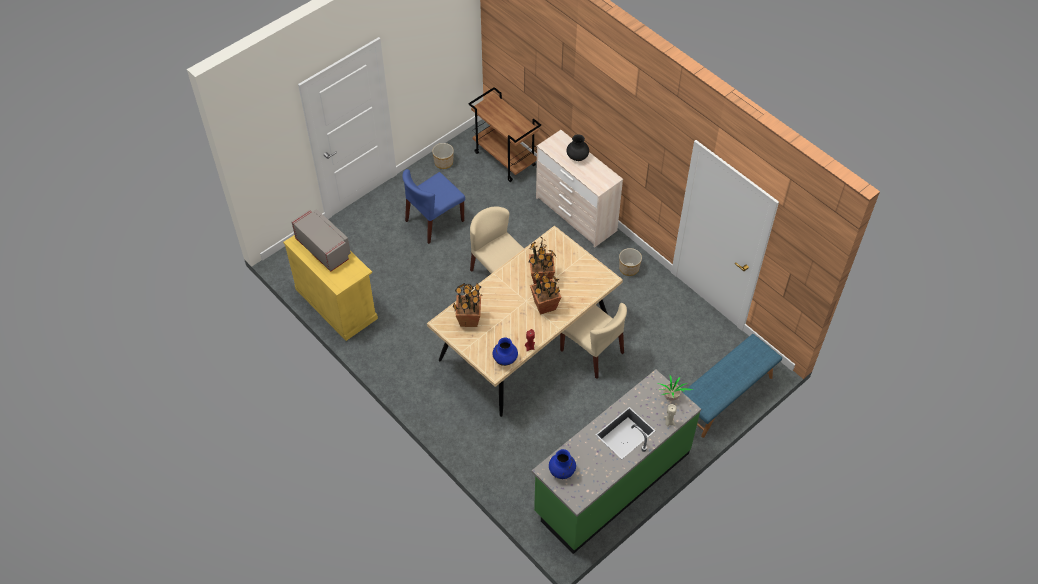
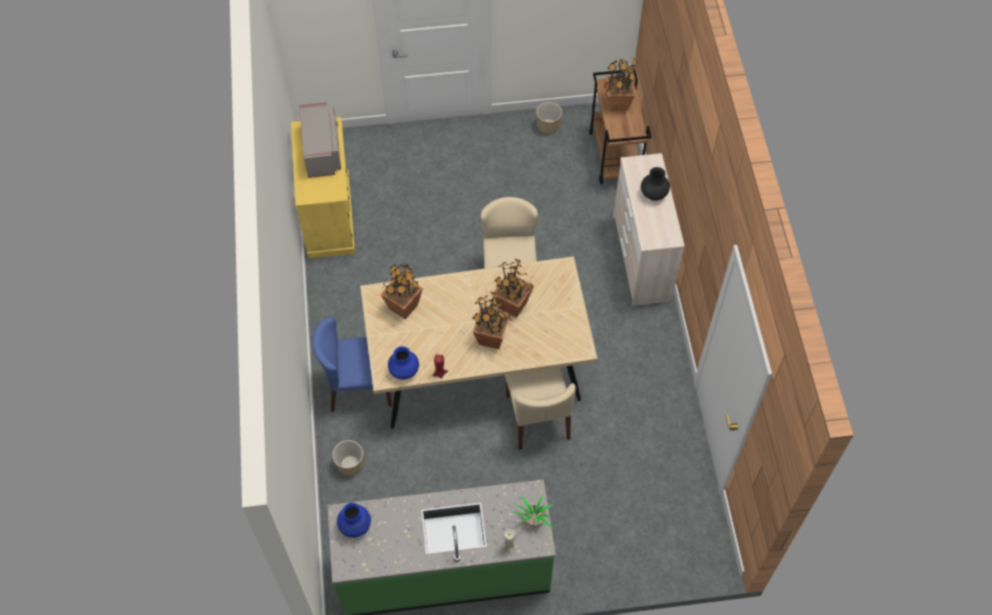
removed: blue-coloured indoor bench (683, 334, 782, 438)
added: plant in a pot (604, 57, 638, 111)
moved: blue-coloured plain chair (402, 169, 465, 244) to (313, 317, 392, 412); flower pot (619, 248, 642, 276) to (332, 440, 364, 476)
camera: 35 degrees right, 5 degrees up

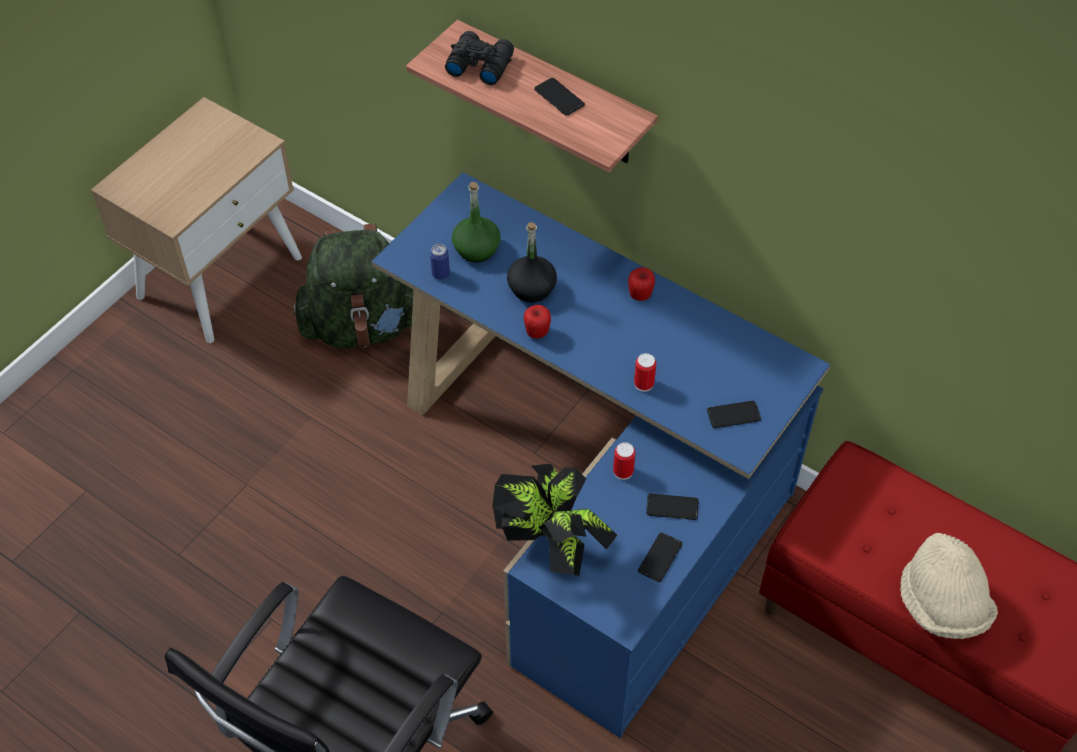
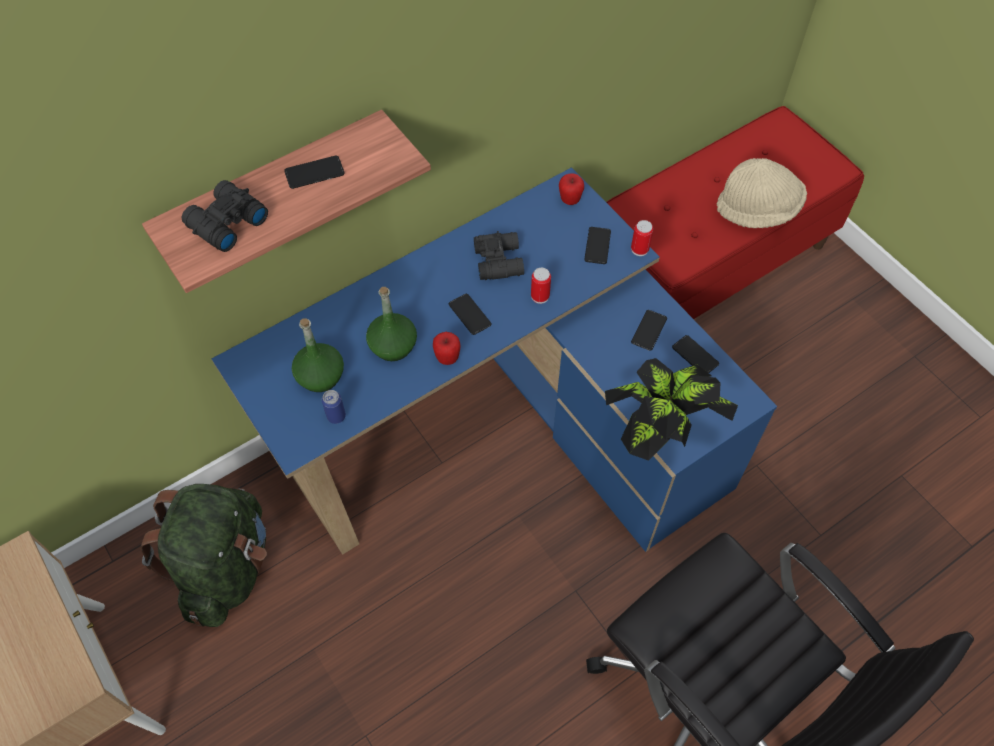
added: telephone (449, 294, 491, 335); black-coloured field glasses (474, 231, 524, 280)
moved: sealed can (613, 442, 635, 480) to (631, 220, 653, 256); apple (628, 267, 655, 301) to (559, 174, 584, 205)
recoloured: black-coloured beverage bottle (507, 222, 557, 303) to greenish beverage bottle (366, 287, 417, 361)
camera: 70 degrees left, 5 degrees up

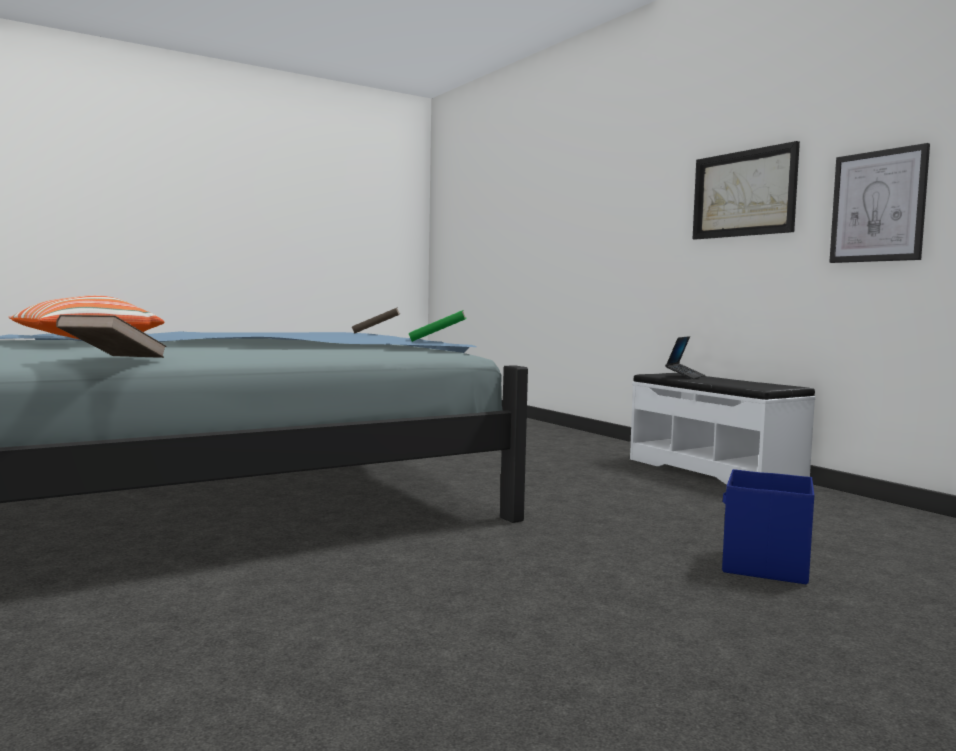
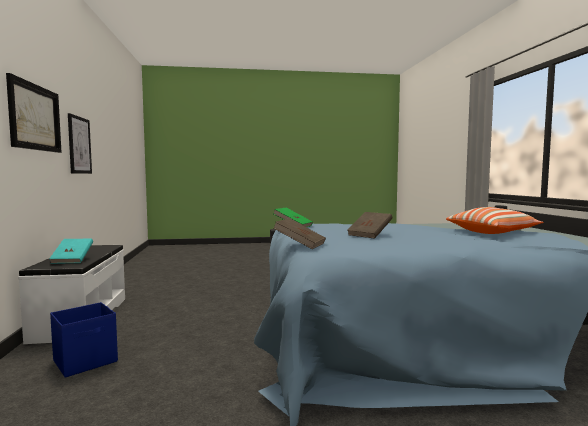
moved: brown-coloured bound book (56, 315, 167, 358) to (347, 212, 392, 239); blue-coloured storage container (722, 469, 814, 584) to (50, 302, 118, 378)
replaced: notebook computer (665, 336, 705, 379) to turquoise-coloured bound book (49, 239, 93, 264)
camera: 155 degrees left, 0 degrees up

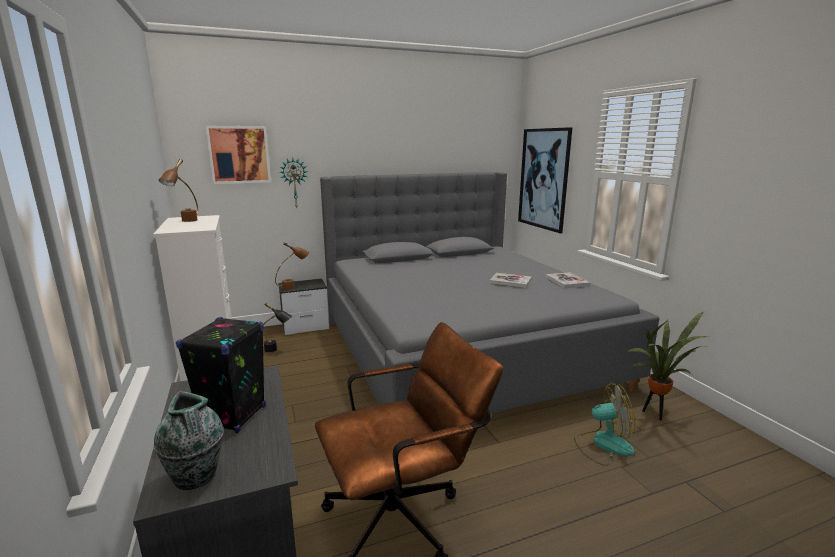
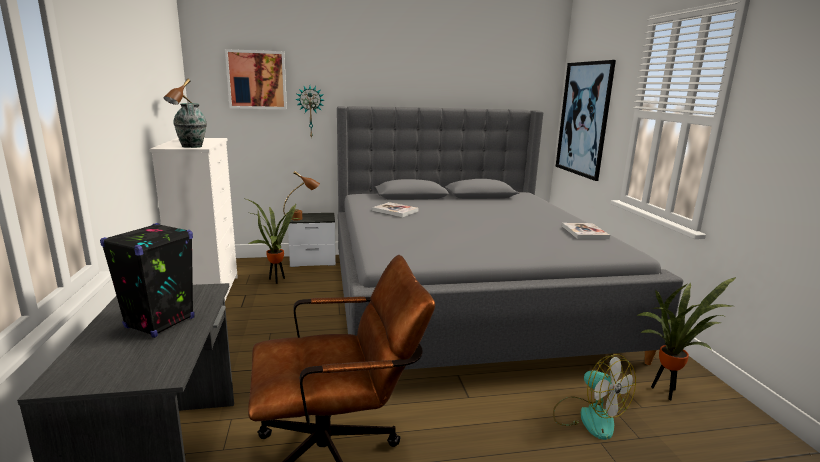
moved: flower vase (154, 391, 224, 490) to (173, 103, 207, 148); bound book (490, 273, 532, 288) to (372, 202, 418, 217)
replaced: black-coloured lamp for a table (263, 303, 292, 353) to plant in a pot (246, 199, 300, 284)
turned: cooling fan (574, 382, 635, 466) = (553, 354, 636, 440) 45 degrees clockwise
camera: 10 degrees right, 0 degrees up

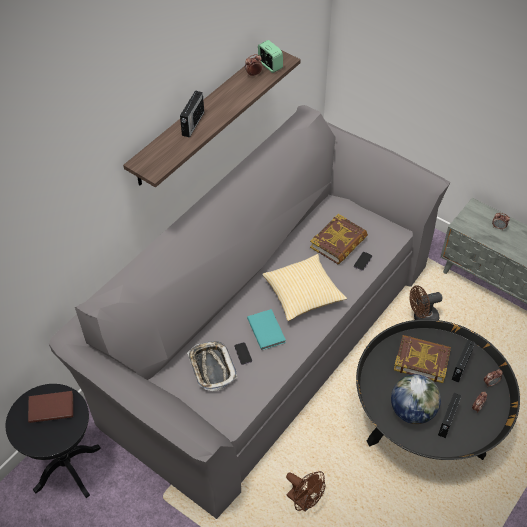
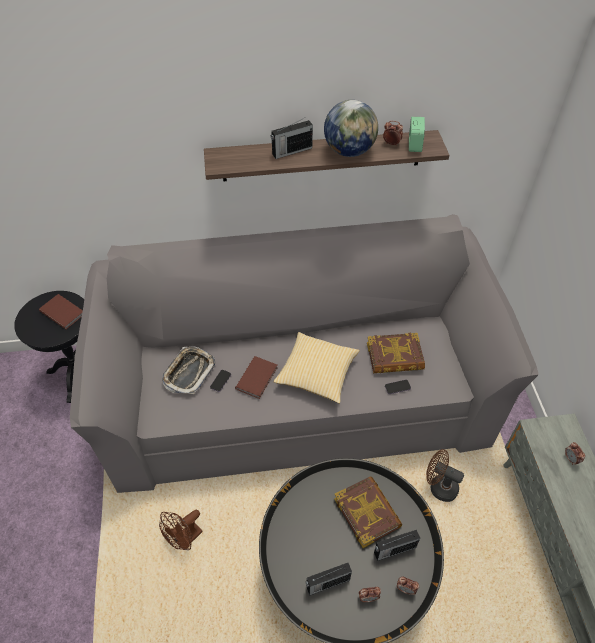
moved: desk globe (391, 374, 441, 424) to (324, 100, 378, 157)
recoloured: turquoise-coloured bound book (247, 309, 286, 350) to brown-coloured bound book (235, 356, 278, 399)
turned: brown-coloured cooling fan (286, 471, 325, 511) = (159, 510, 203, 550) 45 degrees clockwise
camera: 45 degrees right, 0 degrees up

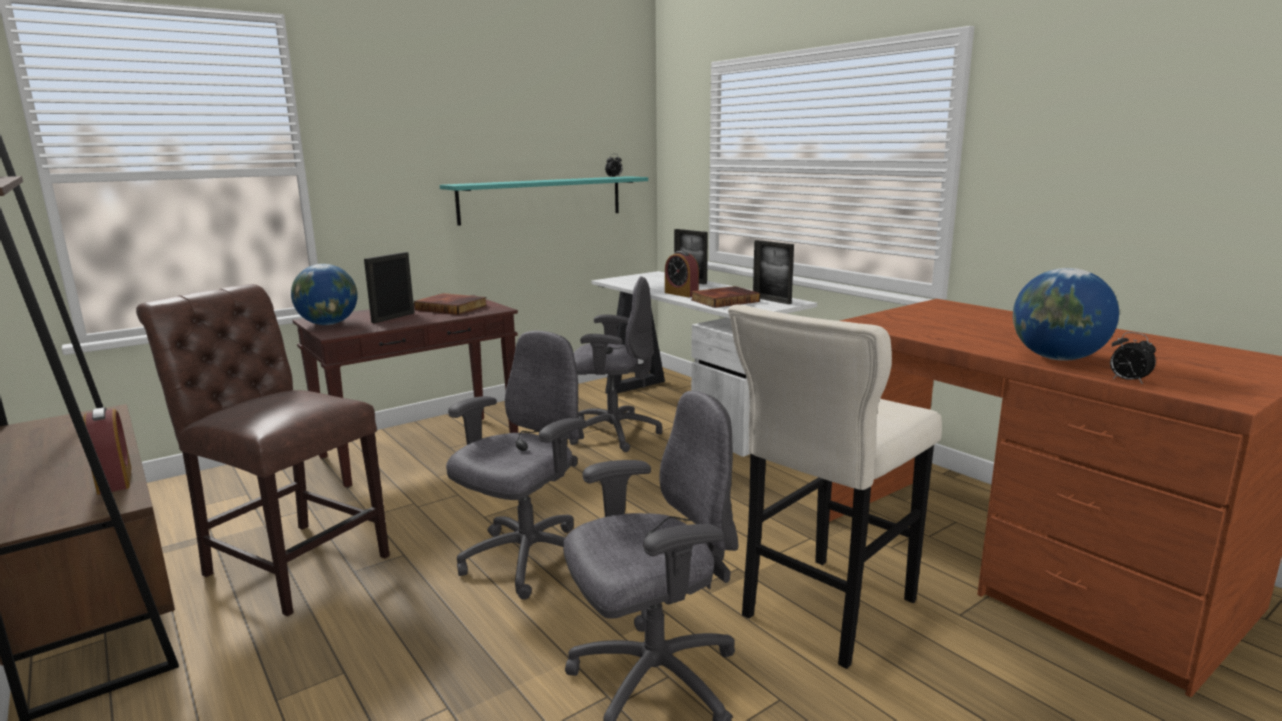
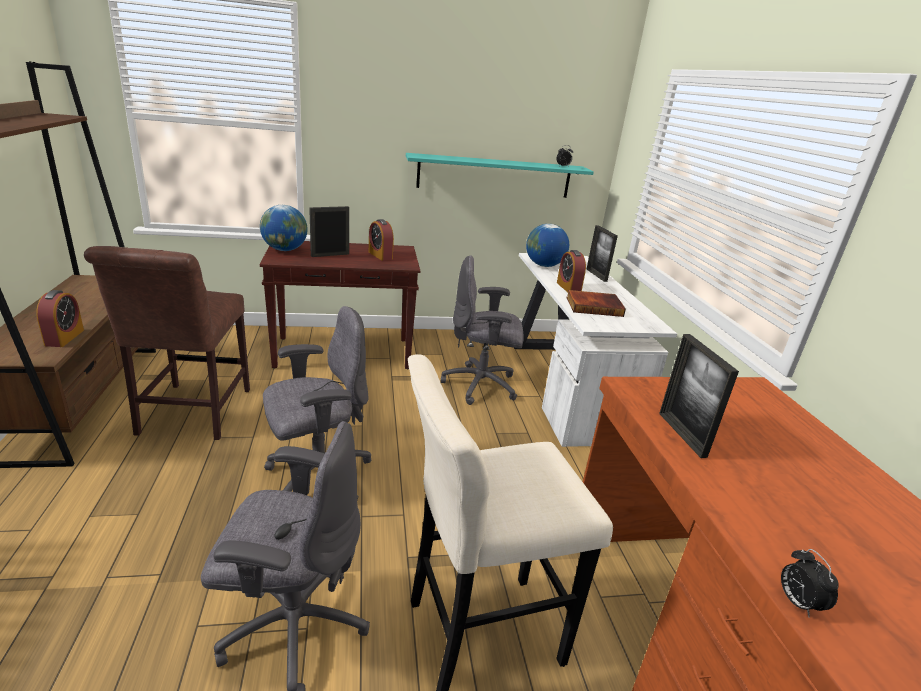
moved: standing frame (753, 240, 794, 304) to (659, 334, 739, 458); desk globe (1013, 268, 1119, 361) to (526, 224, 569, 267)
replaced: bound book (414, 293, 487, 315) to table clock (369, 219, 394, 261)
turned: brown-coloured plain chair (136, 284, 390, 616) = (84, 246, 250, 440) 150 degrees counterclockwise; grey computer chair (569, 276, 662, 452) = (441, 255, 524, 405) 150 degrees clockwise
camera: 25 degrees right, 10 degrees up

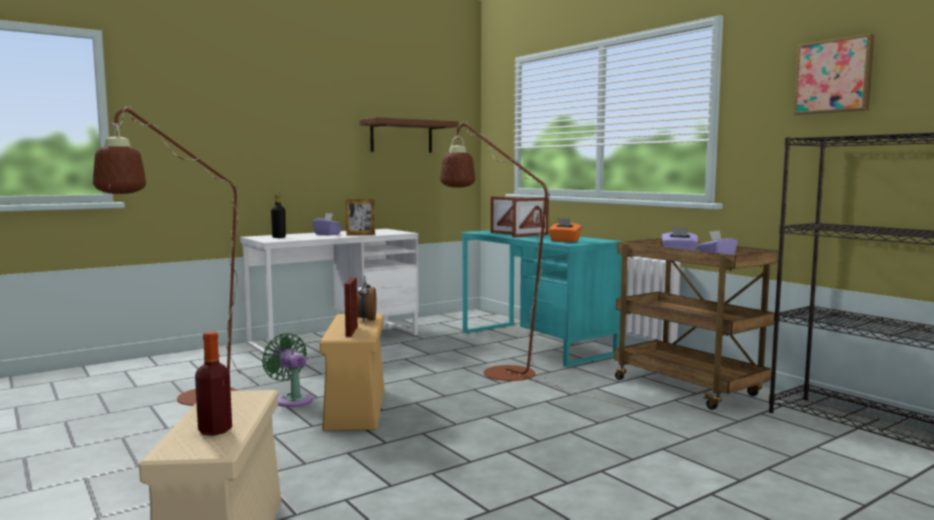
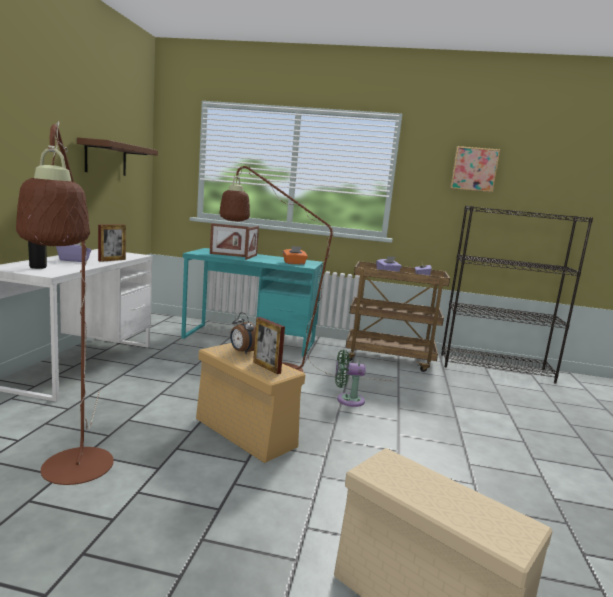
removed: beverage bottle (195, 331, 232, 436)
moved: greenish cooling fan (262, 333, 313, 407) to (335, 350, 366, 407)
camera: 45 degrees left, 5 degrees up

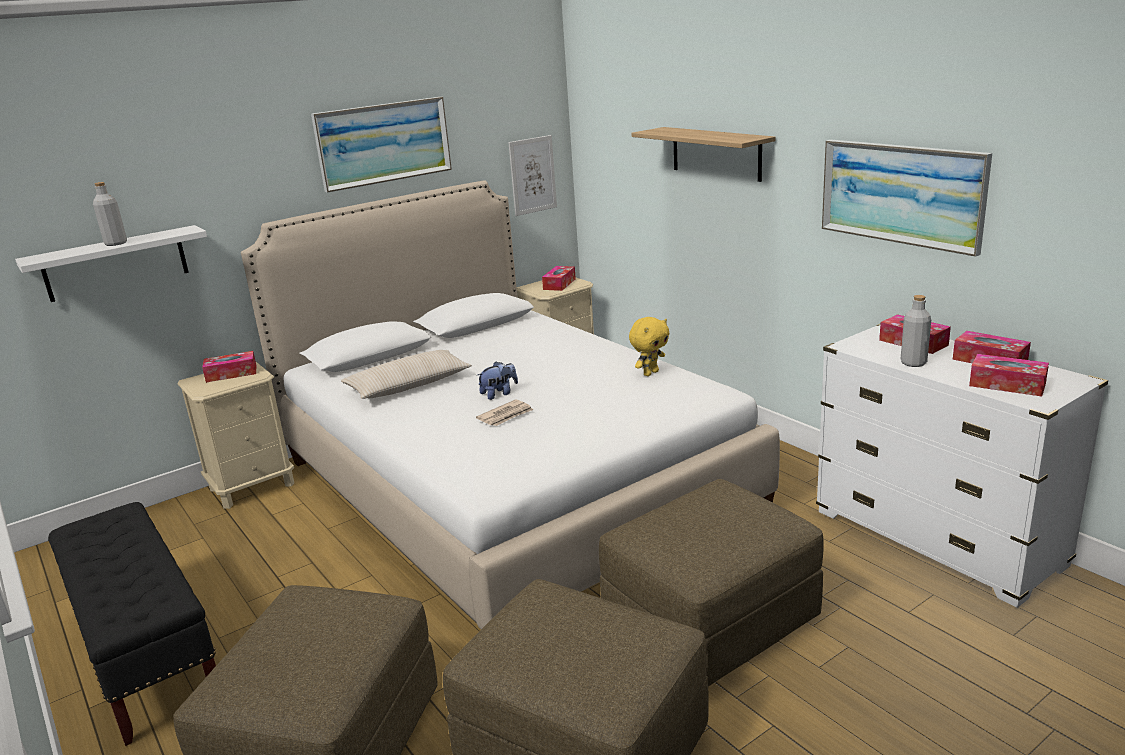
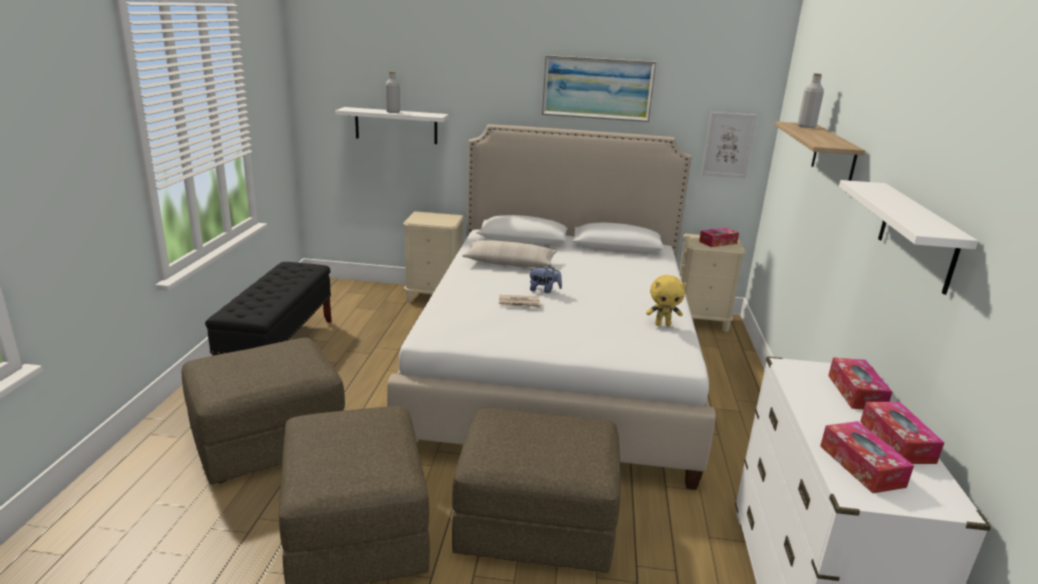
removed: box of tissues (202, 351, 256, 383)
moved: grey beverage bottle (901, 295, 931, 367) to (798, 73, 824, 128)
replaced: picture (822, 140, 992, 257) to whitish bracket shelf (839, 180, 978, 295)
camera: 40 degrees right, 0 degrees up

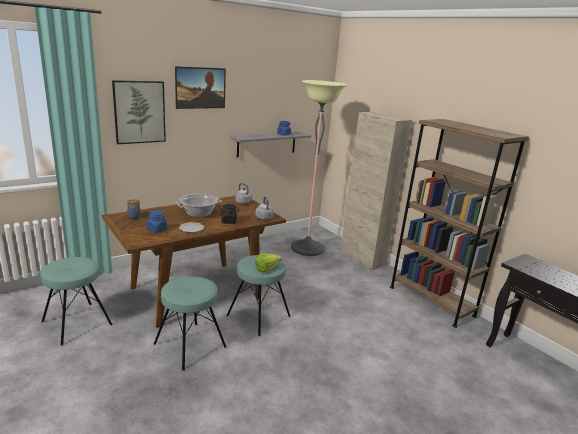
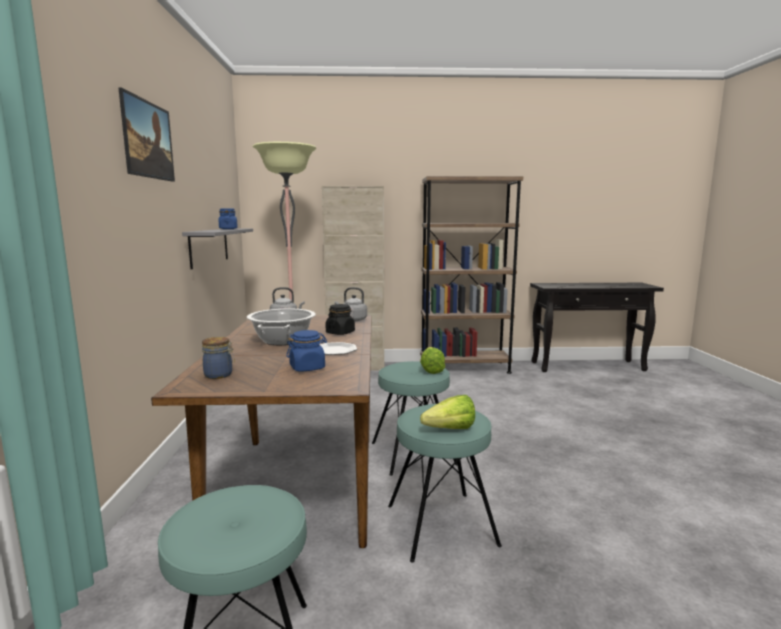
removed: picture (112, 80, 166, 144)
added: lettuce (420, 395, 475, 429)
camera: 55 degrees left, 10 degrees down

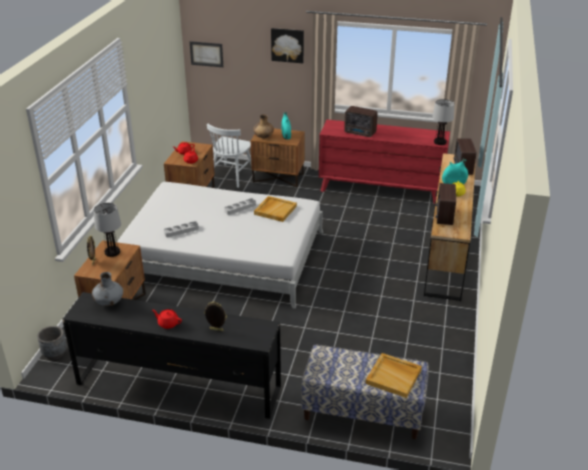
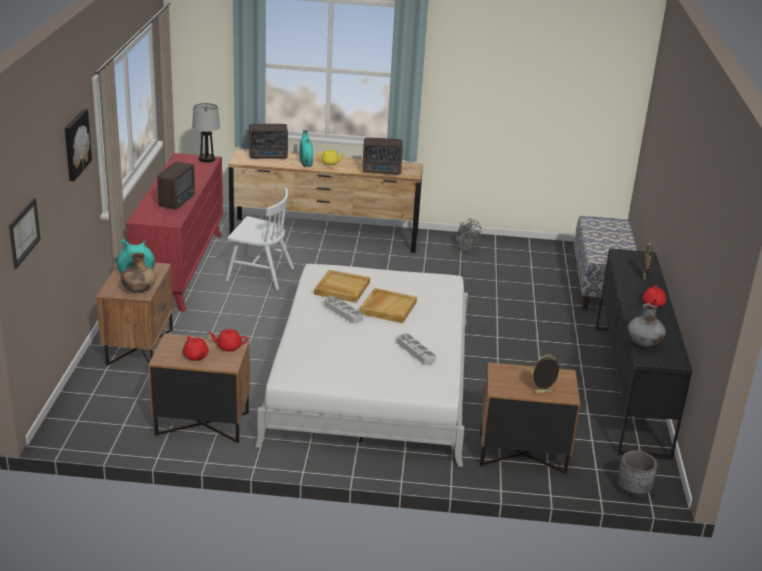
removed: lamp for a table (93, 203, 121, 257)
added: grey cooling fan (456, 218, 481, 252)
moved: whitish plain chair (207, 124, 255, 188) to (226, 188, 294, 290); sand-coloured tray (365, 353, 422, 398) to (359, 288, 417, 323)
camera: 100 degrees left, 5 degrees down

